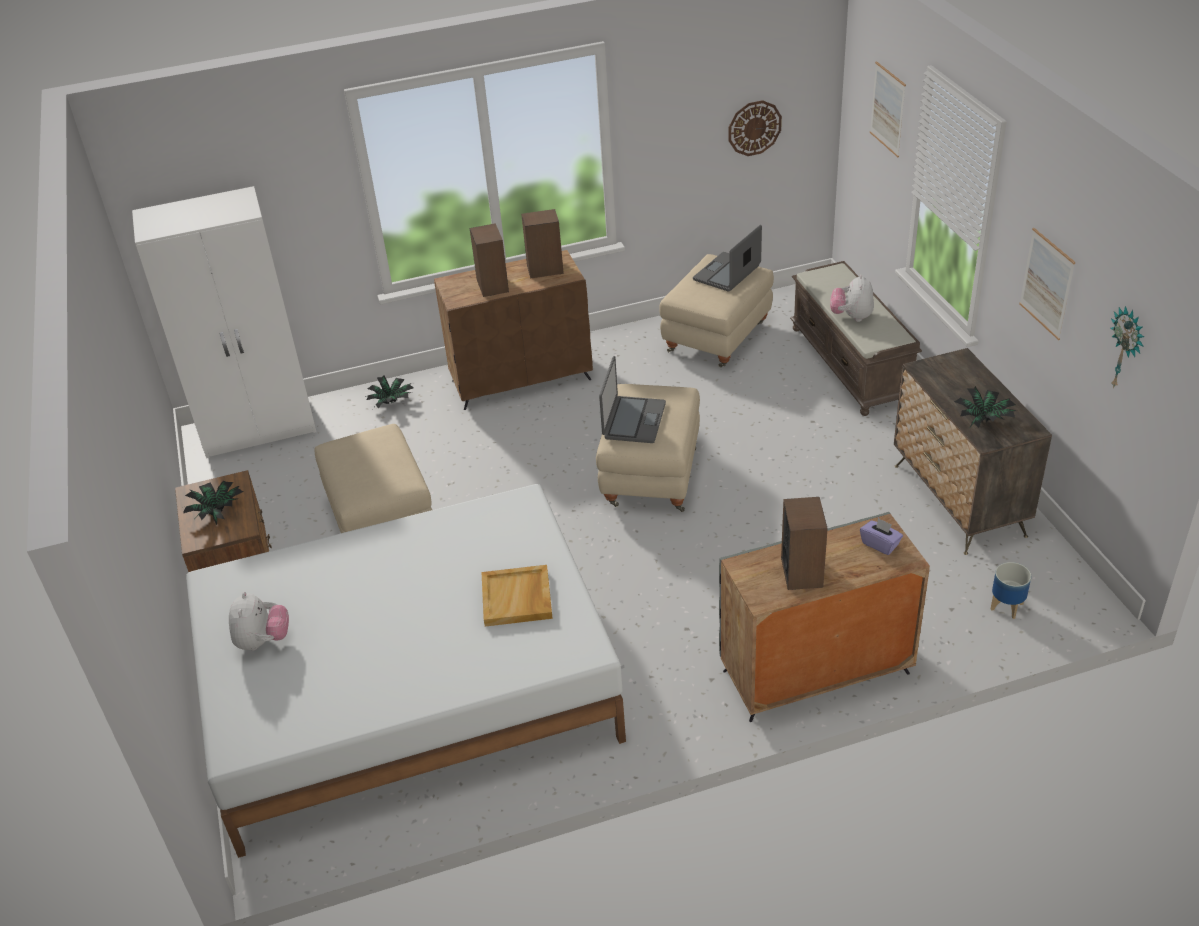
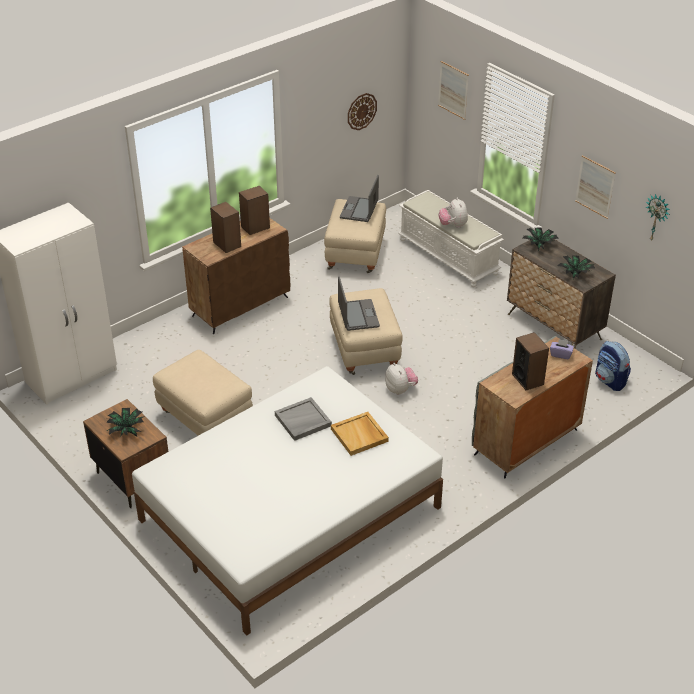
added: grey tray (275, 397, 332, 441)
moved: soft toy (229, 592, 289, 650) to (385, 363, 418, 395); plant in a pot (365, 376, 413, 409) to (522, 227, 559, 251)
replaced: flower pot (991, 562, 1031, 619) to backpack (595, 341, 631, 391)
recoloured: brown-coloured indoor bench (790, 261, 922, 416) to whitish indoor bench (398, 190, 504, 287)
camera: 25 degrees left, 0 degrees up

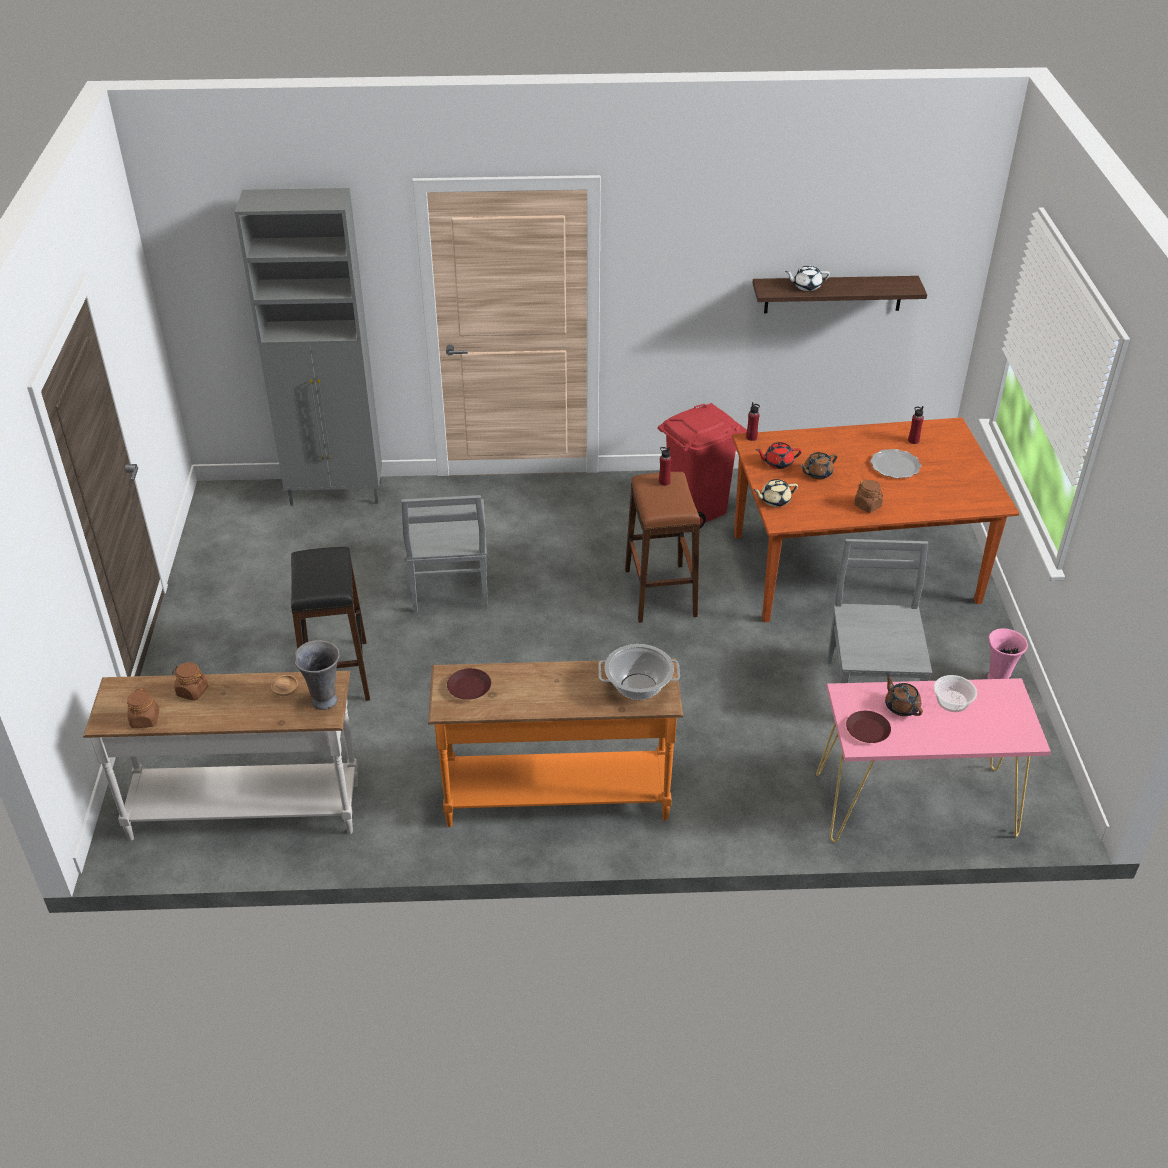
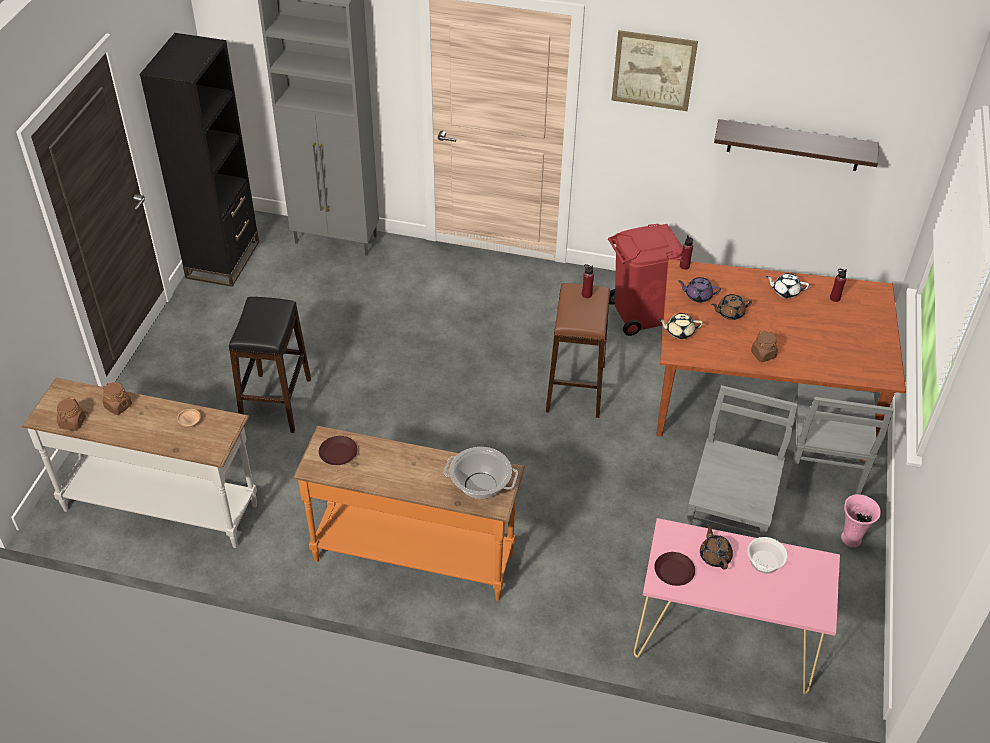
removed: grey flower vase (294, 640, 340, 710); dinner plate (870, 449, 921, 478)
added: black-coloured shelving unit (140, 33, 259, 287); picture (612, 30, 698, 111)
moved: grey plain chair (401, 495, 488, 613) to (786, 383, 894, 494); whitish pot for tea (785, 265, 830, 291) to (766, 273, 809, 298)
recoloured: red-coloured pot for tea (756, 442, 802, 469) to purple-coloured pot for tea (678, 277, 721, 302)
camera: 15 degrees right, 5 degrees up

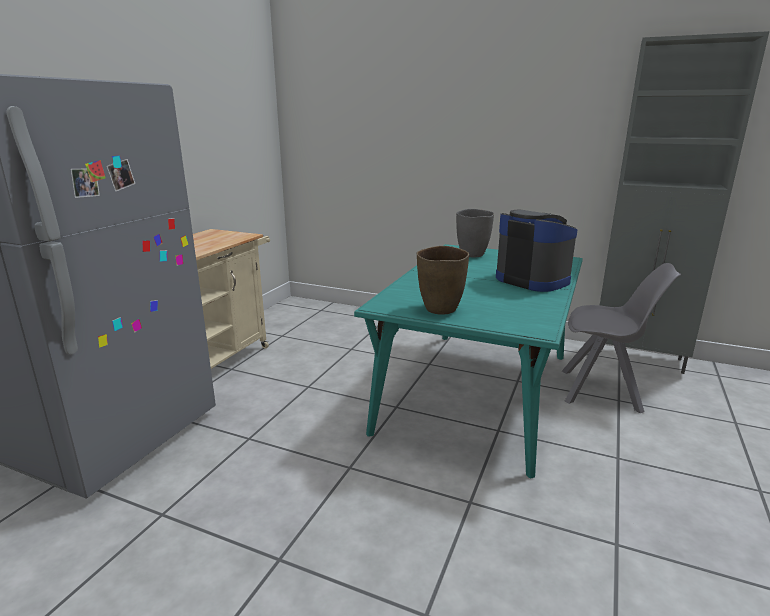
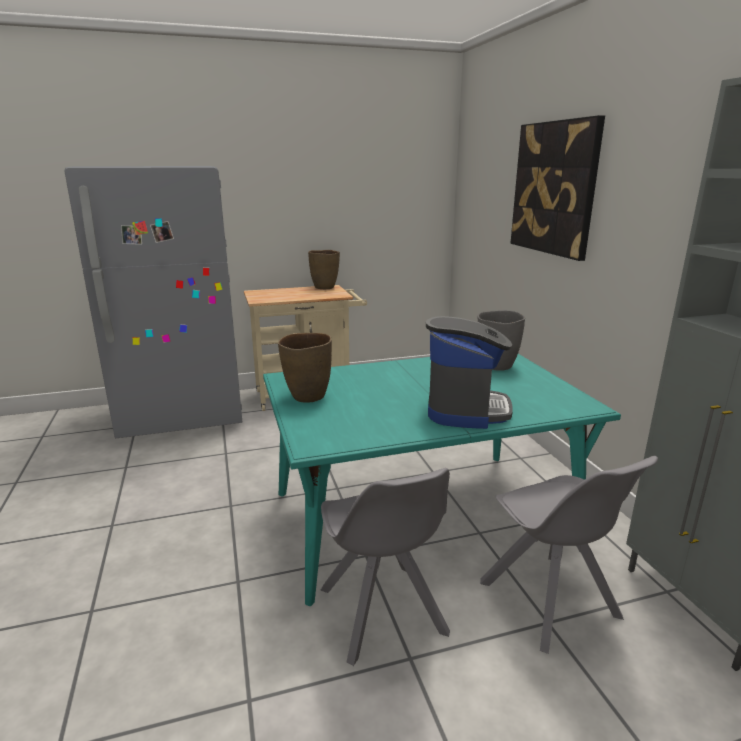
added: brown-coloured flower vase (308, 250, 340, 289); grey plain chair (320, 468, 450, 666); picture (510, 115, 605, 261)
camera: 50 degrees right, 0 degrees up

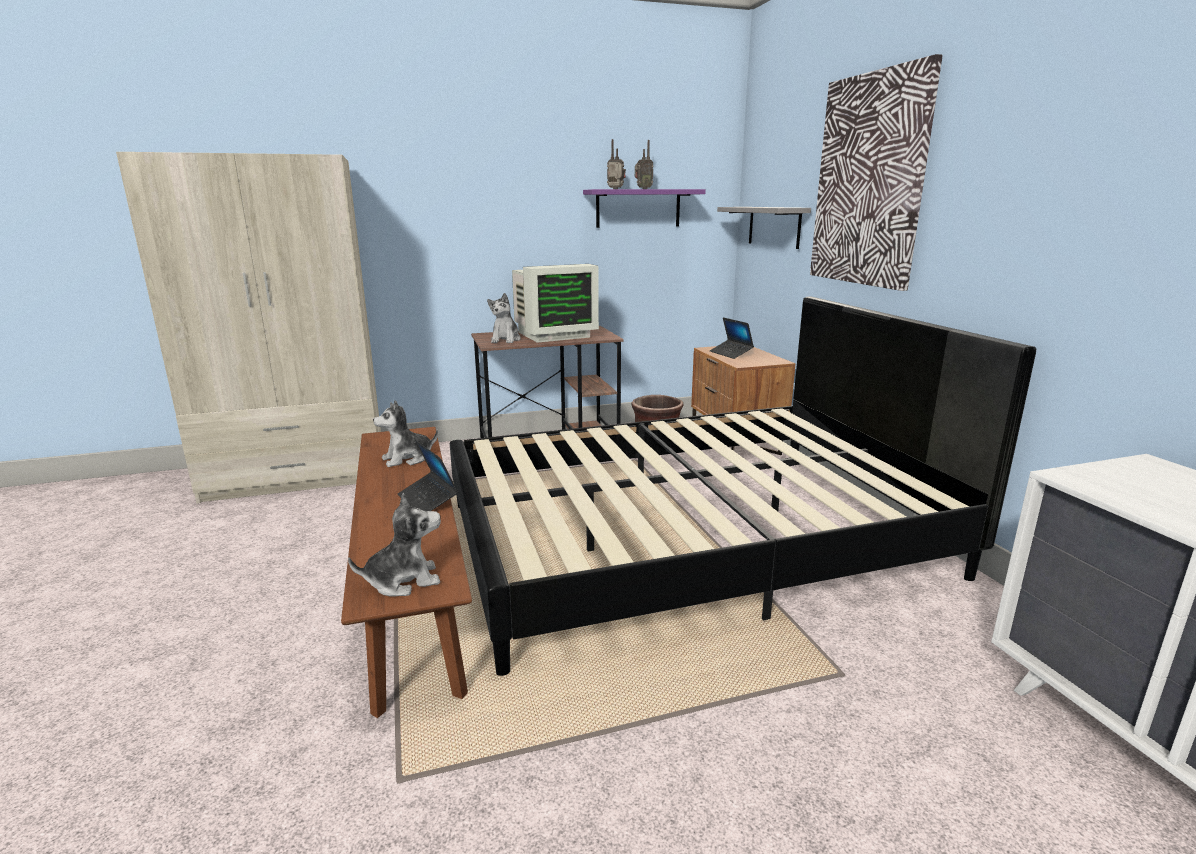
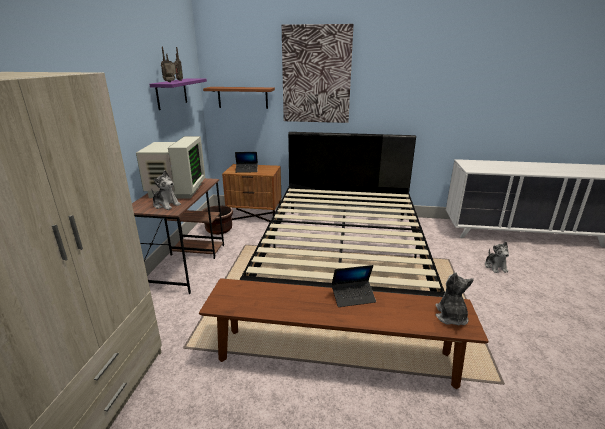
moved: soft toy (373, 400, 438, 467) to (485, 241, 509, 273)
recoloured: grey bracket shelf (717, 207, 811, 249) to brown-coloured bracket shelf (203, 87, 275, 109)
camera: 65 degrees left, 5 degrees up

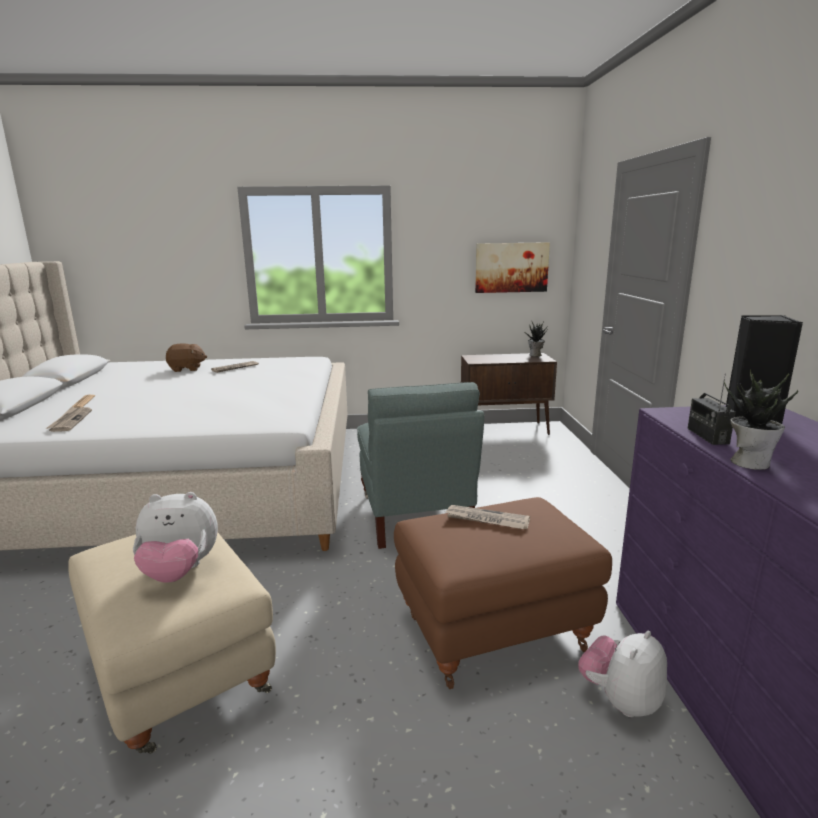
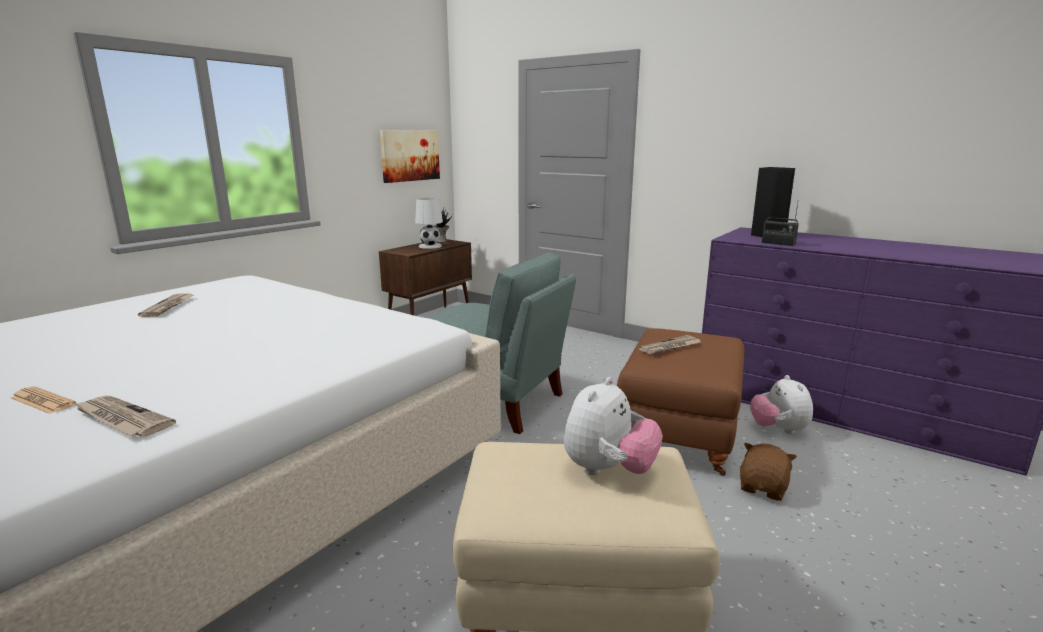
removed: plant in a pot (724, 369, 798, 470)
added: whitish lamp for a table (415, 198, 443, 249)
moved: brown-coloured soft toy (166, 343, 207, 372) to (740, 443, 797, 501)
camera: 50 degrees left, 0 degrees up

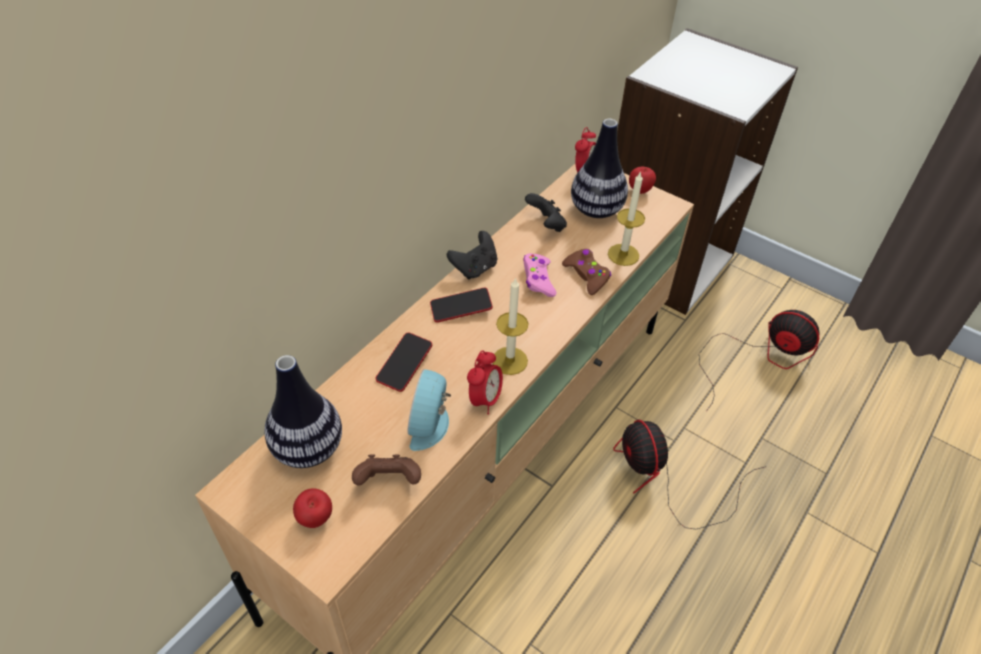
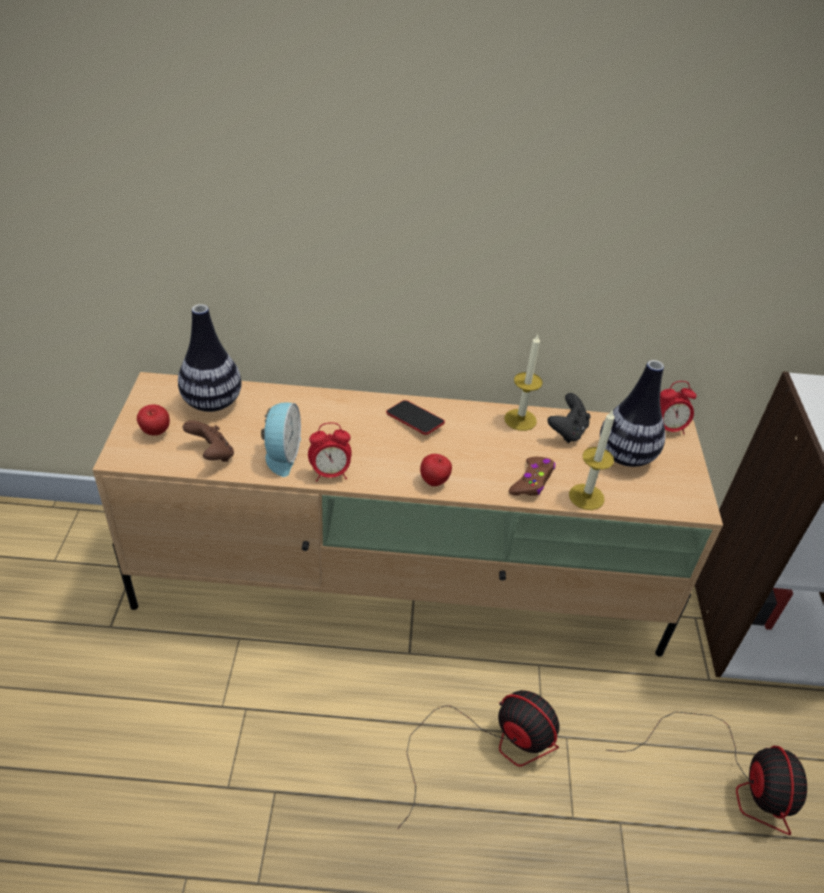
removed: telephone (376, 332, 432, 392); black-coloured joypad (447, 231, 497, 280); pinkish joypad (523, 254, 556, 297)
moved: candle (493, 277, 529, 375) to (504, 334, 543, 431); apple (629, 167, 656, 194) to (420, 454, 452, 486)
turned: table clock (408, 369, 451, 451) = (261, 403, 301, 477) 120 degrees clockwise; cooling fan (613, 419, 767, 529) = (397, 690, 559, 829) 90 degrees clockwise
camera: 55 degrees right, 5 degrees down

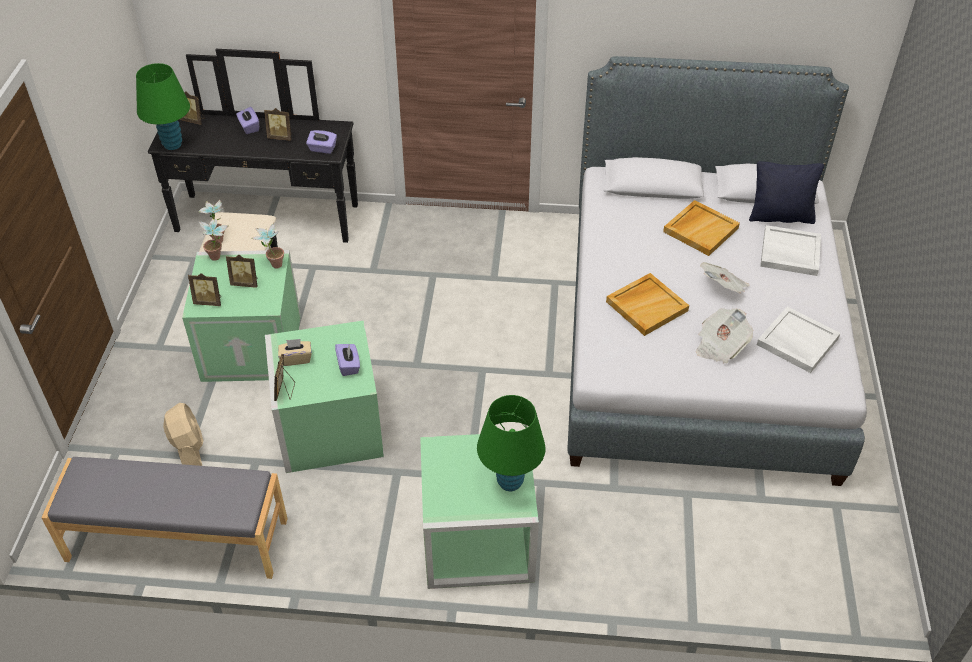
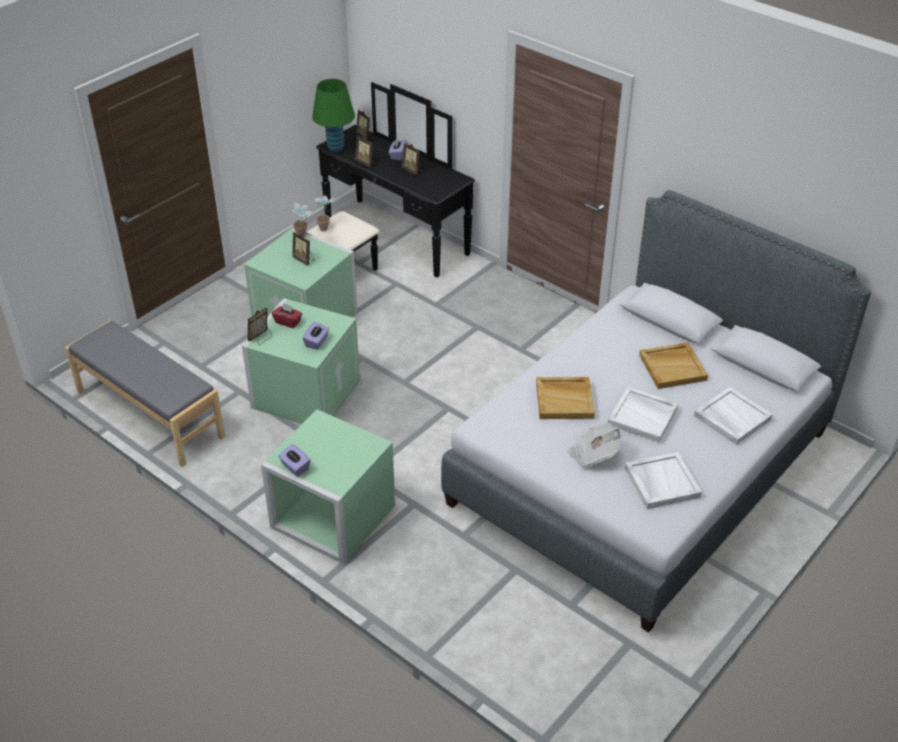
removed: sand-coloured cooling fan (163, 403, 203, 466); plant in a pot (251, 223, 284, 269); greenish lamp for a table (477, 395, 545, 491); black-coloured pillow (749, 161, 824, 224)
moved: standing frame (188, 273, 221, 306) to (355, 136, 376, 167); purple-coloured box of tissues (306, 130, 337, 154) to (278, 444, 310, 476)
replaced: daily paper (700, 262, 750, 293) to whitish tray (608, 387, 679, 442)
recoloured: sand-coloured box of tissues (278, 339, 312, 366) to red-coloured box of tissues (272, 303, 302, 328)
camera: 35 degrees right, 5 degrees down

